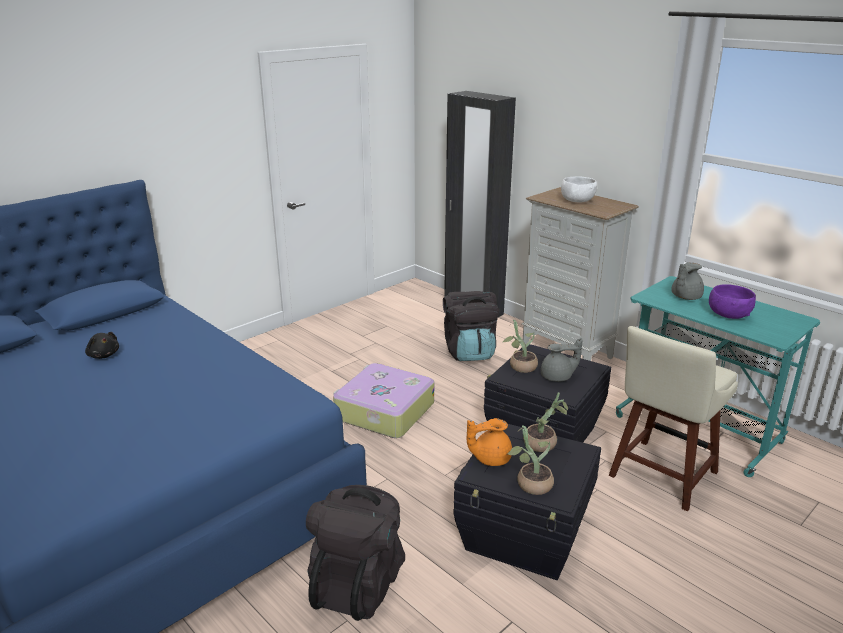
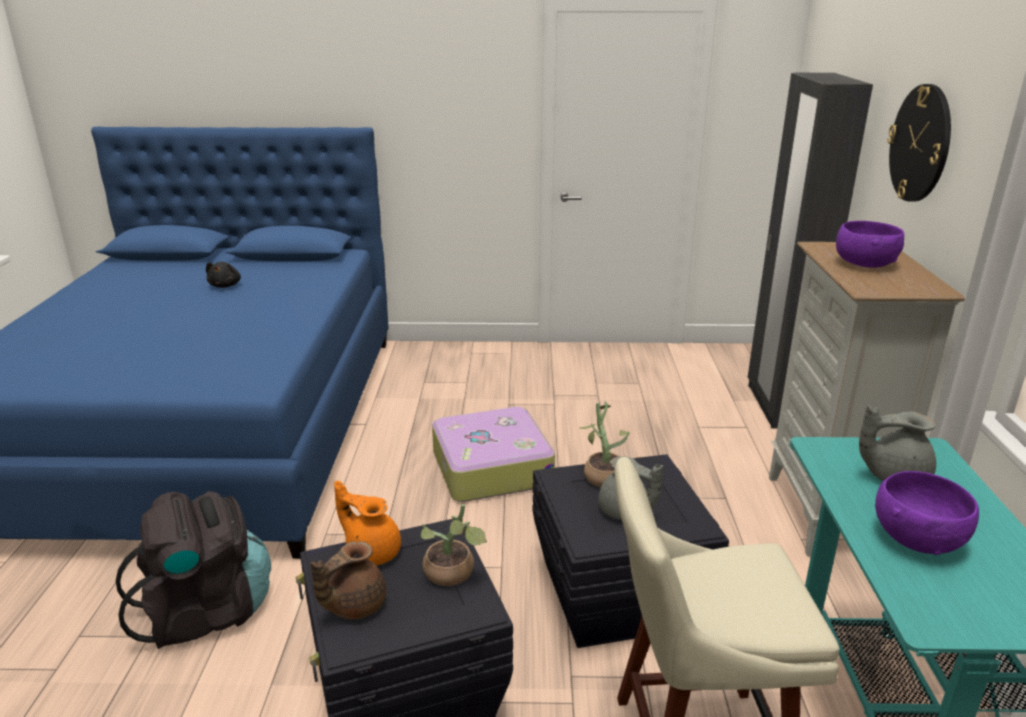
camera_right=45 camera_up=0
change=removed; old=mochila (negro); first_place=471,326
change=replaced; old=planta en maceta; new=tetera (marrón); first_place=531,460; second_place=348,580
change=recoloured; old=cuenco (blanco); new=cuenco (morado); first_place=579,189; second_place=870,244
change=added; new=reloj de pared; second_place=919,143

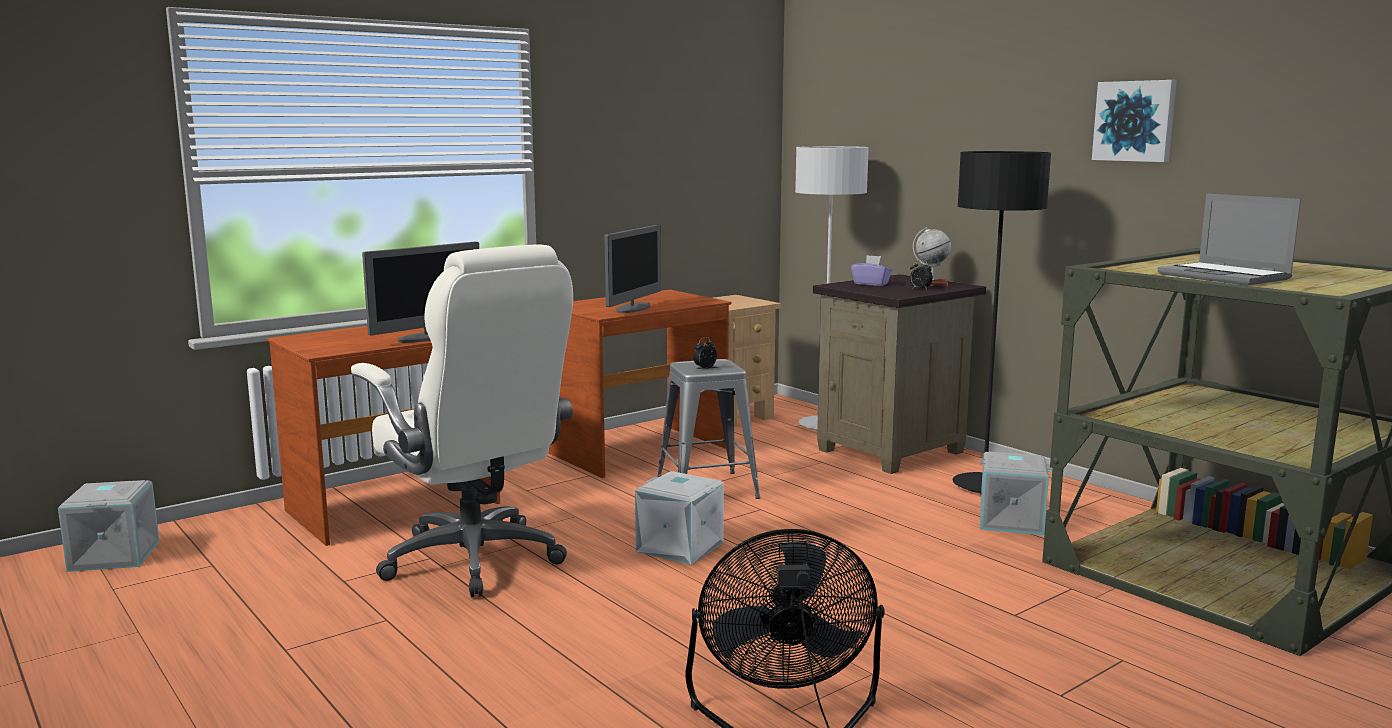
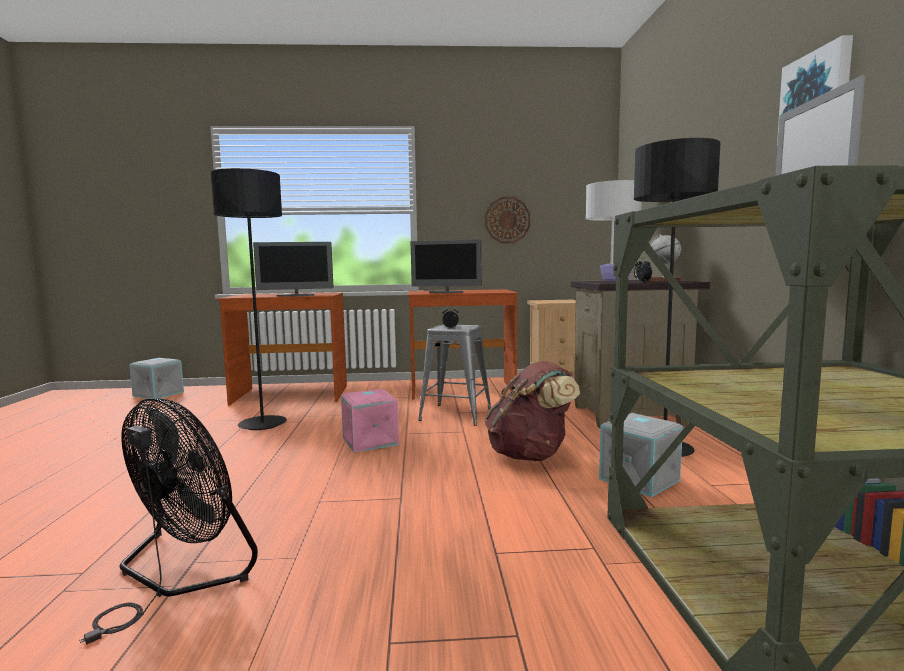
camera_right=35 camera_up=-5
change=replaced; old=silla de oficina (blanco); new=lámpara de pie (negro); first_place=462,420; second_place=249,299
change=turned; old=monitor; first_place=632,269; second_place=446,266; degrees=45
change=recoloured; old=caja de almacenaje (blanco); new=caja de almacenaje (rosa); first_place=679,518; second_place=370,420
change=added; new=reloj de pared; second_place=507,220
change=added; new=mochila (marrón); second_place=532,411

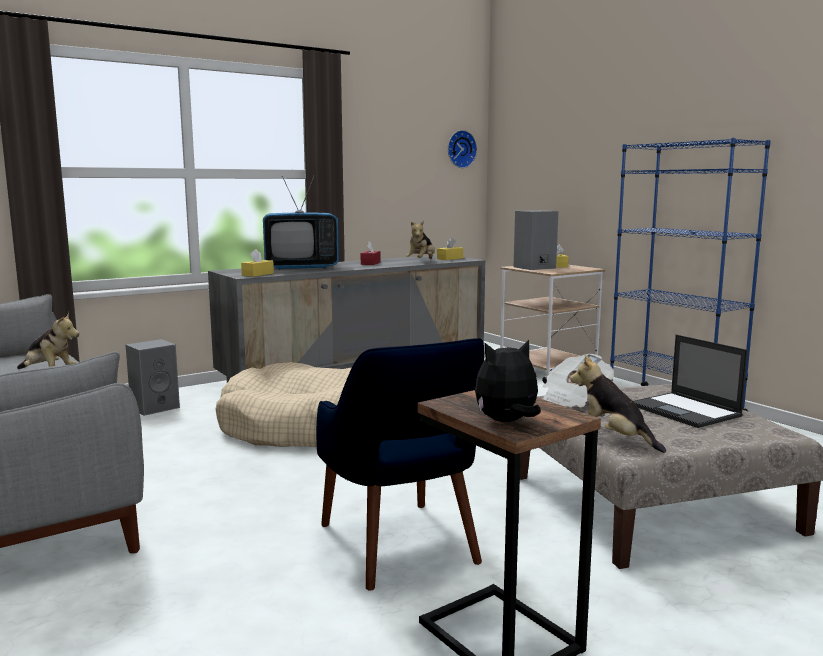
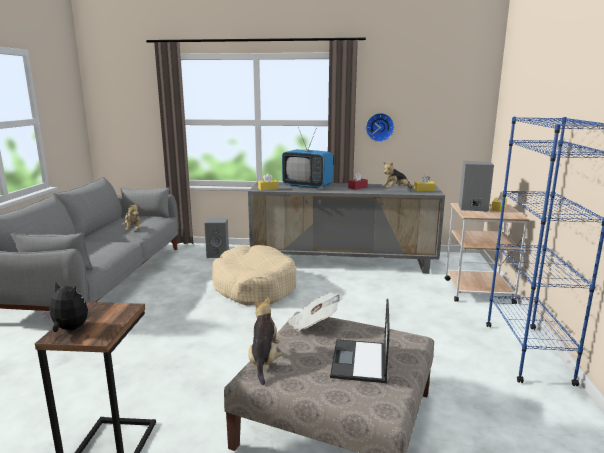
camera_right=40 camera_up=5
change=removed; old=sillón (azul); first_place=400,464
change=moved; old=reloj de pared; first_place=462,149; second_place=380,127

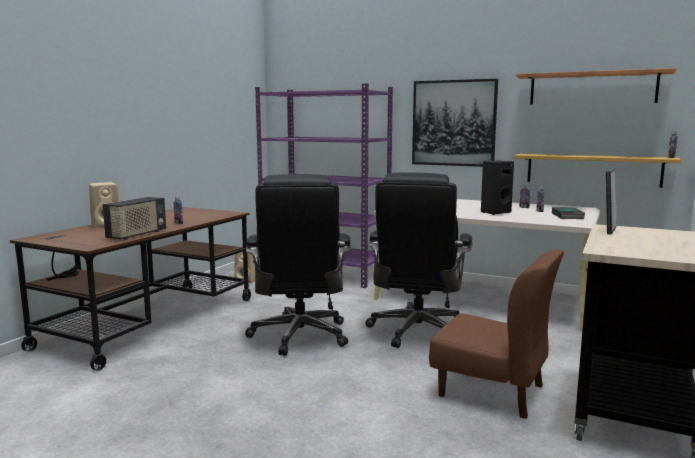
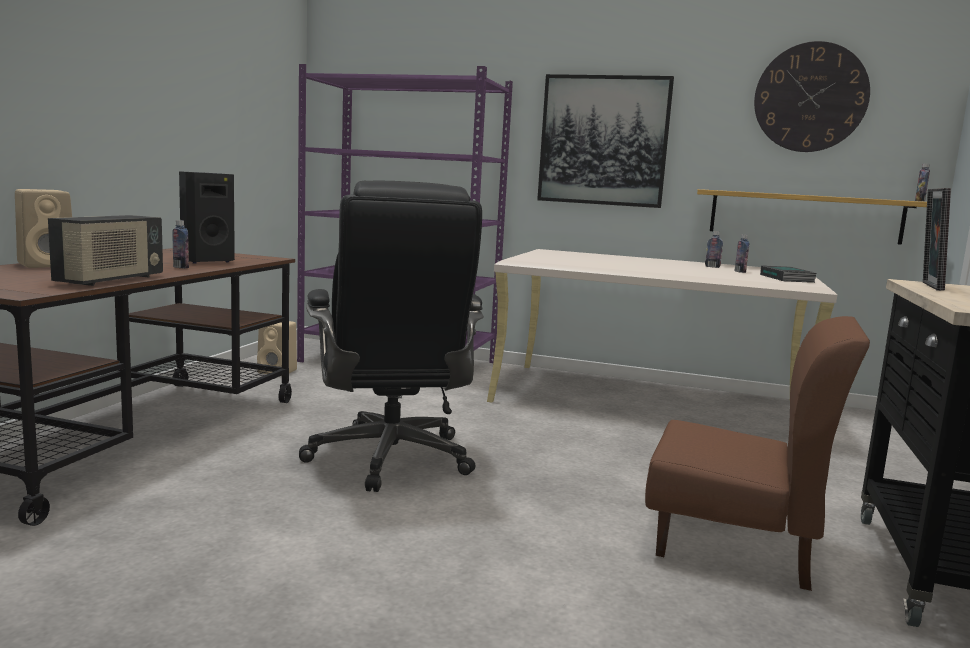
camera_right=-10 camera_up=0
change=removed; old=silla de oficina (negro); first_place=419,260
change=moved; old=altavoz (negro); first_place=497,187; second_place=207,217
change=replaced; old=estante; new=reloj de pared; first_place=596,86; second_place=812,96

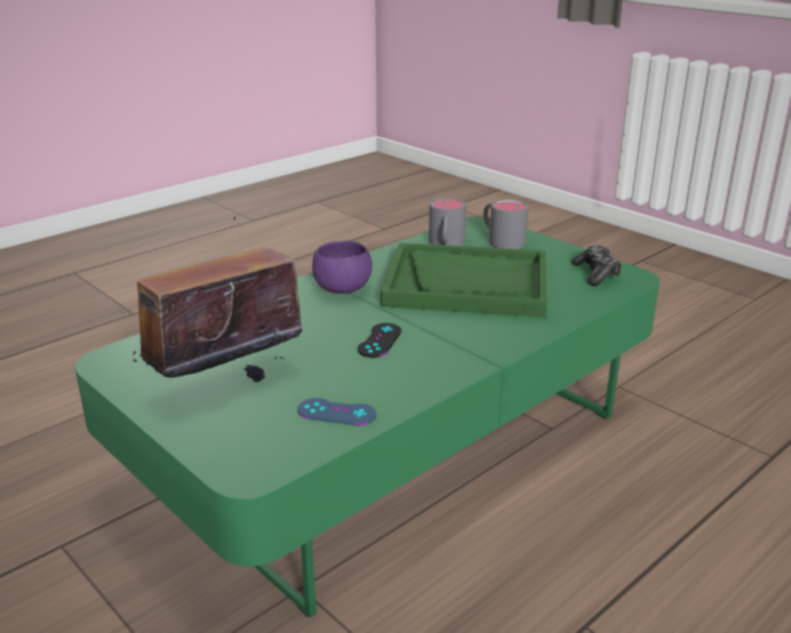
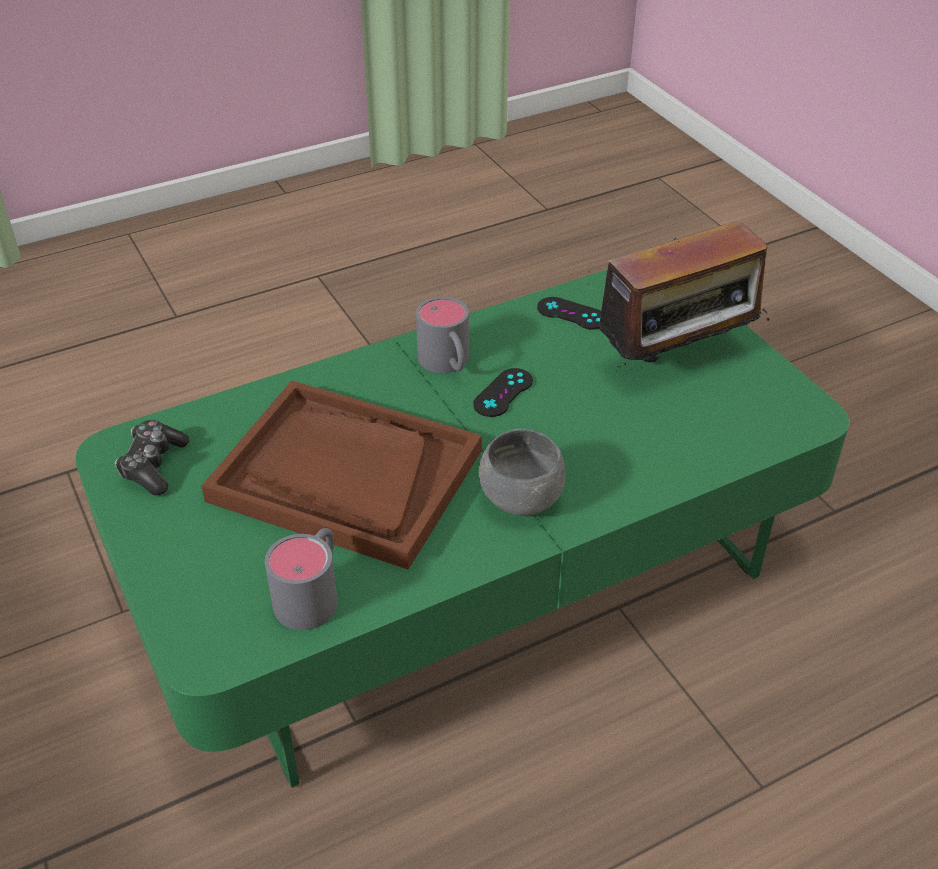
camera_right=-165 camera_up=15
change=recoloured; old=mando de consola (azul); new=mando de consola (negro); first_place=337,412; second_place=569,313
change=recoloured; old=cuenco (morado); new=cuenco (gris); first_place=342,267; second_place=522,472
change=recoloured; old=bandeja (verde); new=bandeja (marrón); first_place=464,280; second_place=341,474
change=moved; old=taza grande (gris); first_place=505,224; second_place=442,335

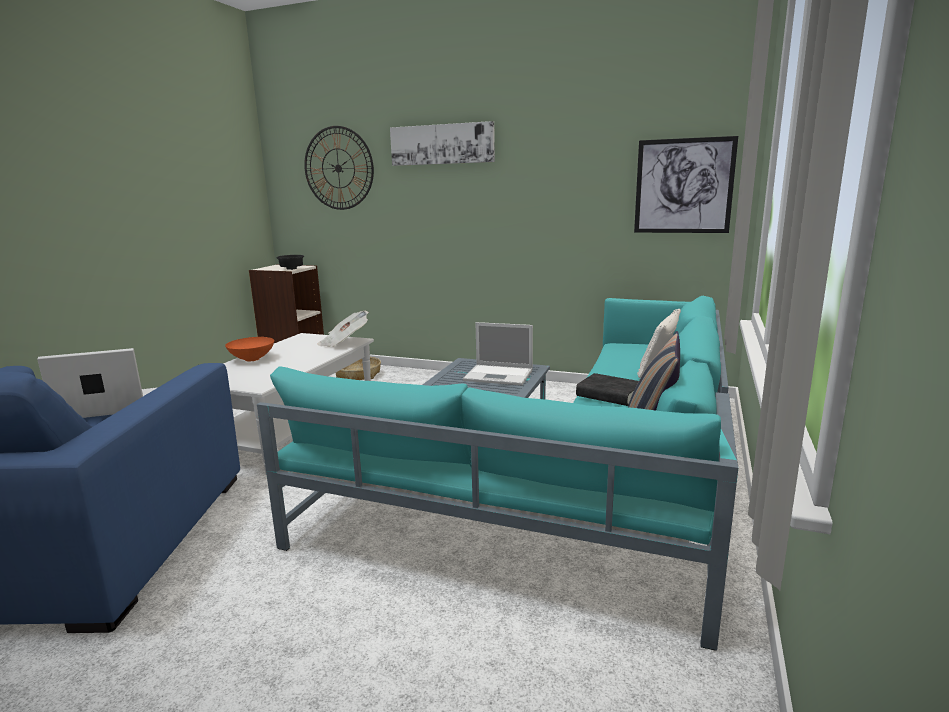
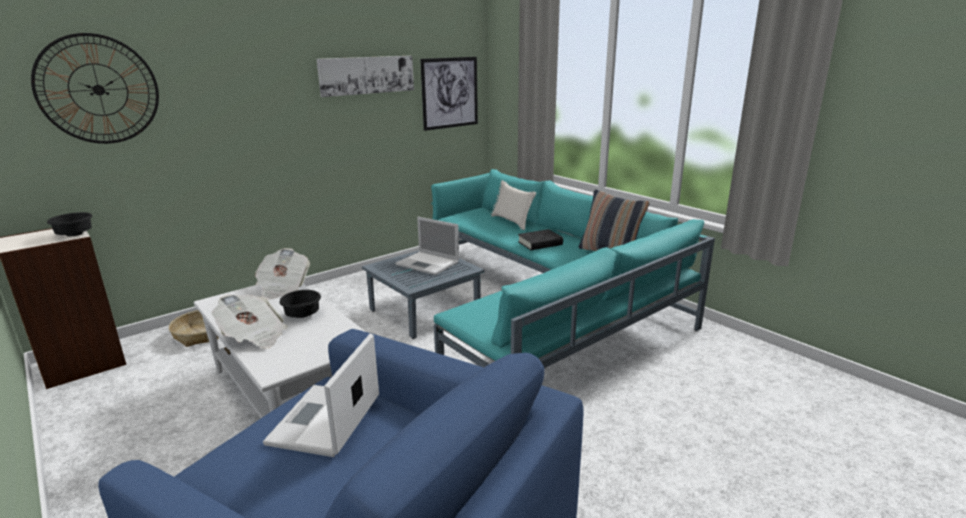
camera_right=-60 camera_up=5
change=replaced; old=cuenco (naranja); new=periódico; first_place=249,349; second_place=250,321
change=moved; old=cuadro; first_place=442,143; second_place=365,76
change=turned; old=portátil; first_place=498,354; second_place=427,246; degrees=75
change=added; new=cuenco (negro); second_place=300,304

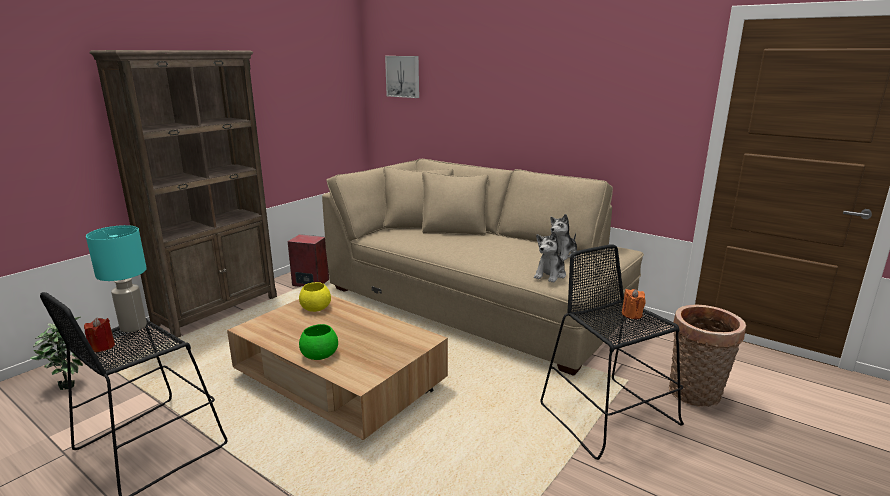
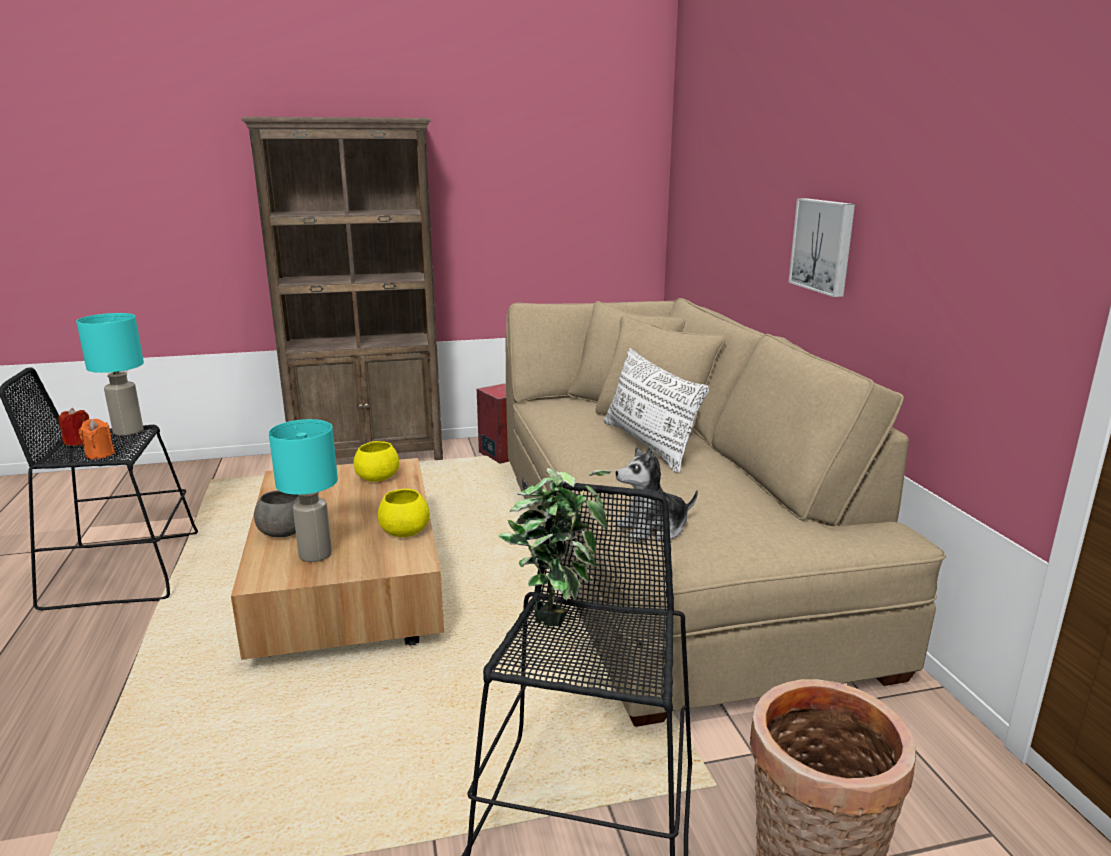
camera_right=40 camera_up=0
change=moved; old=planta en maceta; first_place=56,353; second_place=554,547
change=recoloured; old=cuenco (verde); new=cuenco (gris); first_place=318,342; second_place=276,514
change=moved; old=cuadro; first_place=402,77; second_place=821,247
change=removed; old=peluche; first_place=563,237
change=moved; old=vela (naranja); first_place=634,304; second_place=97,439
change=added; new=lámpara de mesa (turquesa); second_place=303,490
change=added; new=cuenco (amarillo); second_place=404,513
change=added; new=cojín (blanco); second_place=657,410

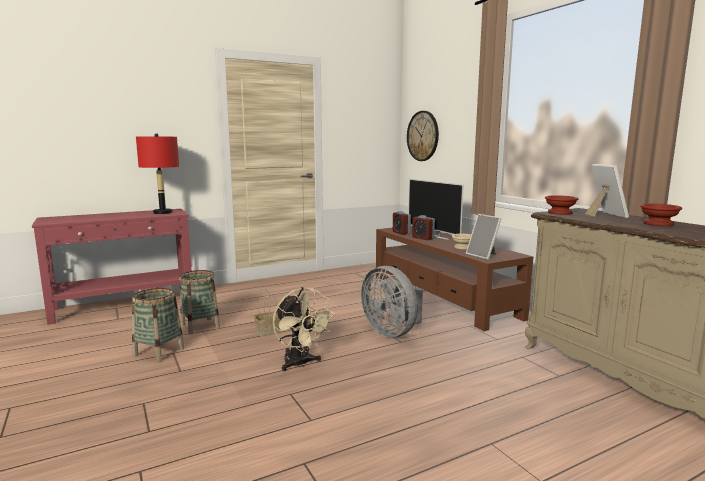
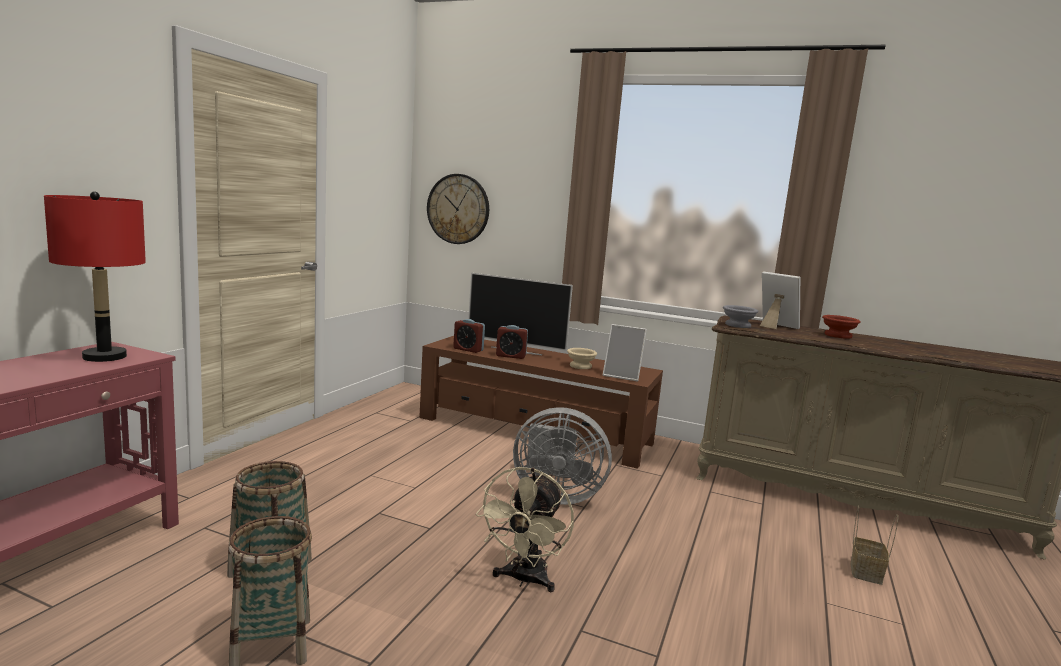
camera_right=-40 camera_up=0
change=moved; old=cesta; first_place=267,312; second_place=874,545
change=turned; old=ventilador (beis); first_place=304,329; second_place=525,529; degrees=90
change=recoloured; old=cuenco (marrón); new=cuenco (gris); first_place=561,205; second_place=740,316

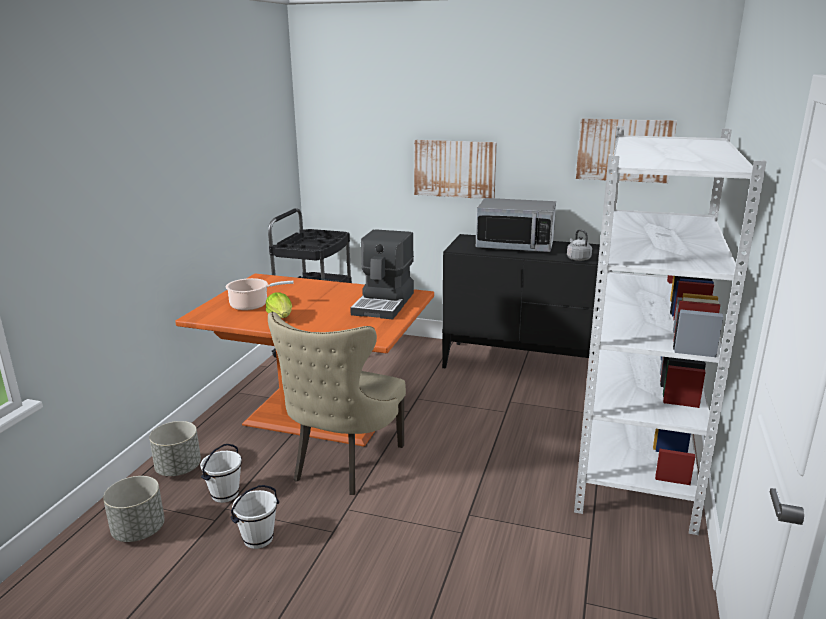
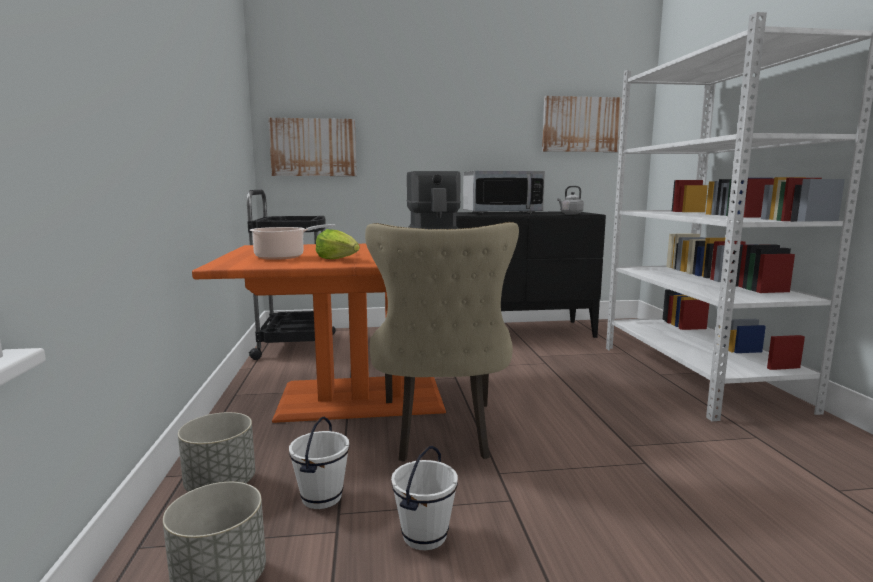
camera_right=-25 camera_up=-10
change=moved; old=cuadro; first_place=455,169; second_place=312,147

